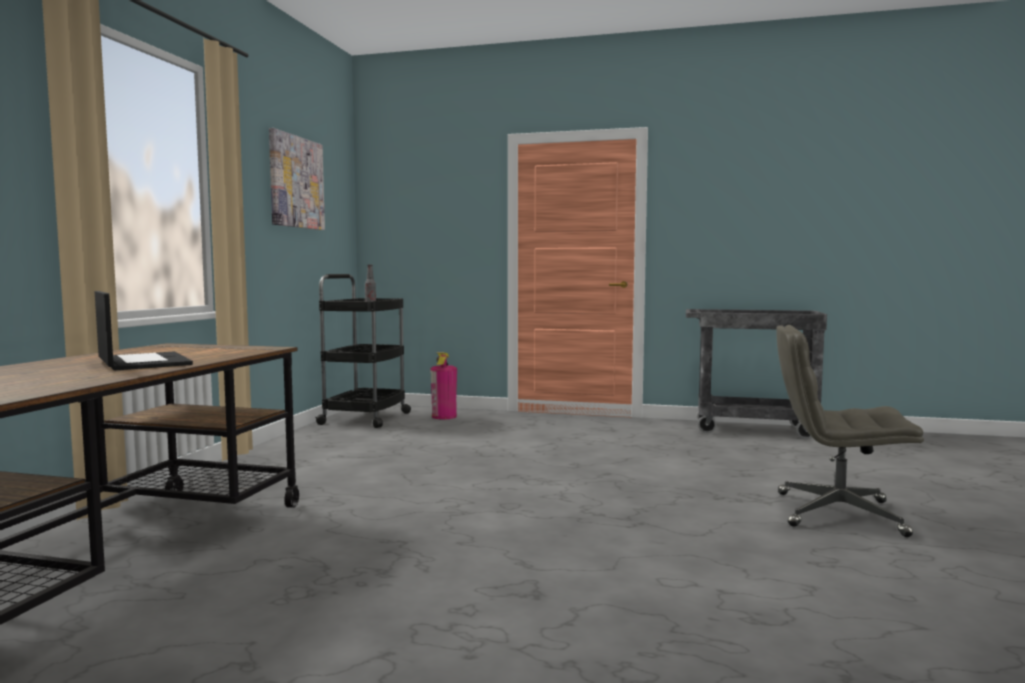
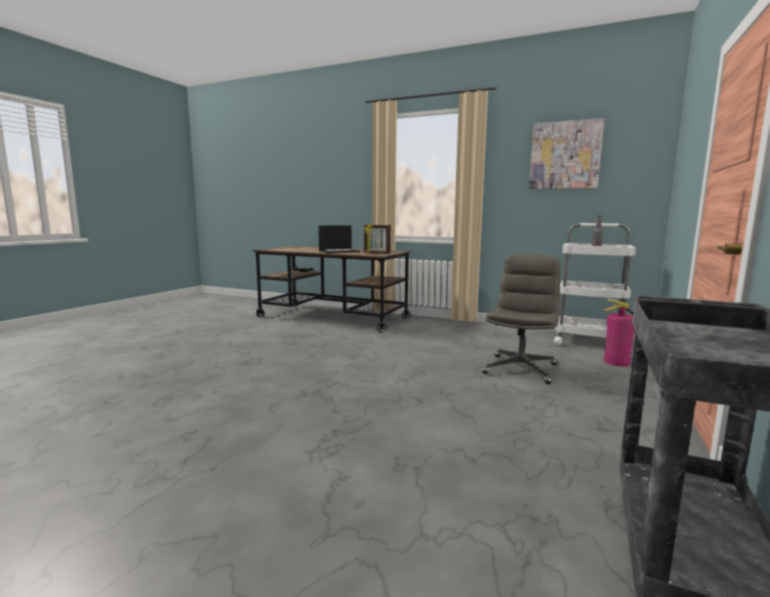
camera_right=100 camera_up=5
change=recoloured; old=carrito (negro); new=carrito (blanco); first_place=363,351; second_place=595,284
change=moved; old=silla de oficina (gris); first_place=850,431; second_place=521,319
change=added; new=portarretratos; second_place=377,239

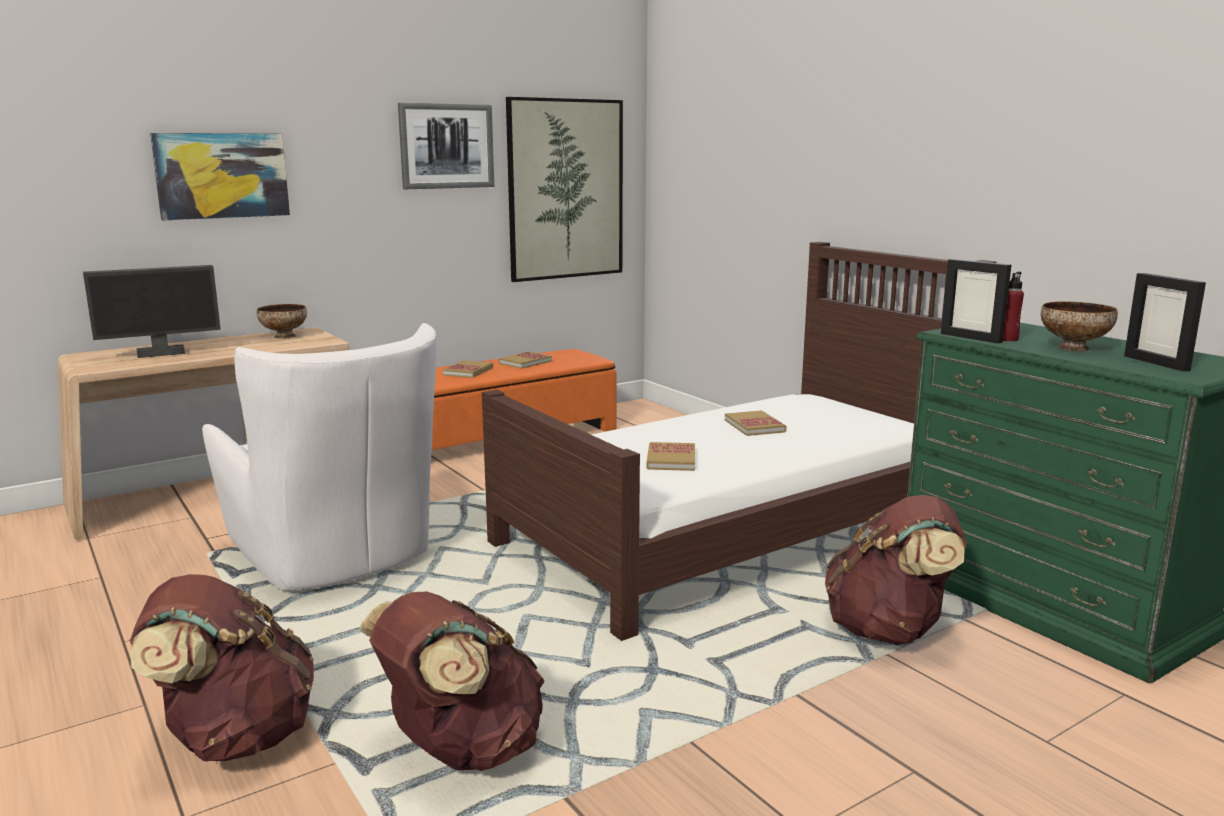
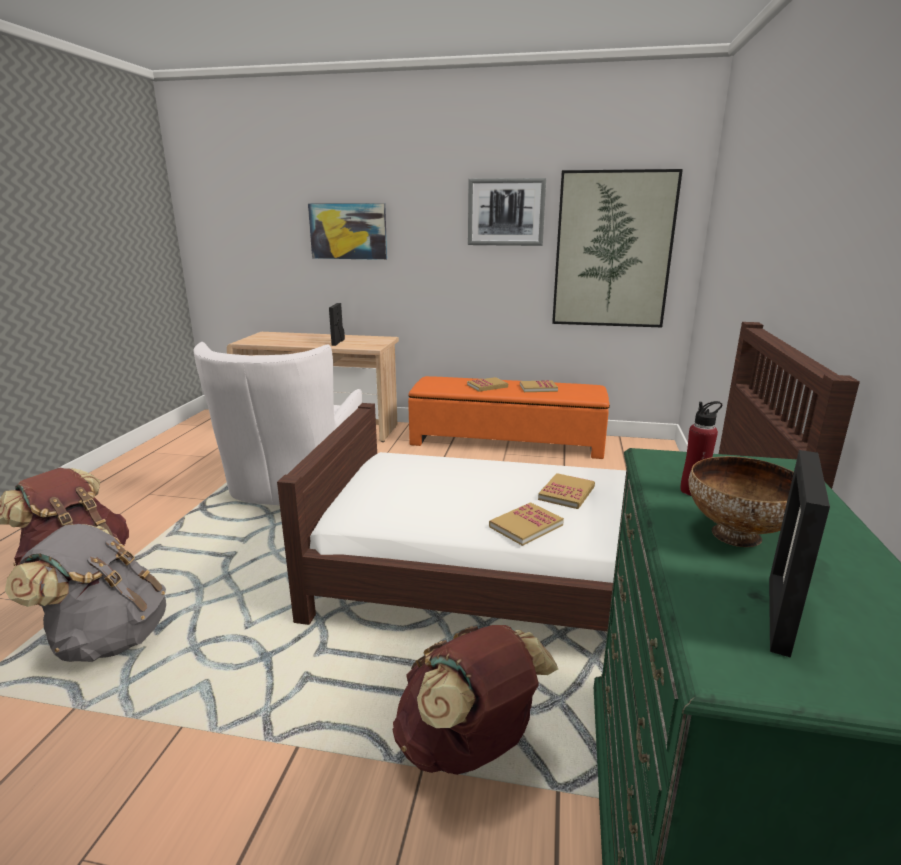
camera_right=45 camera_up=5
change=removed; old=monitor; first_place=152,311
change=removed; old=cuenco; first_place=282,321
change=recoloured; old=mochila (marrón); new=mochila (gris); first_place=452,681; second_place=85,593
change=moved; old=libro; first_place=670,456; second_place=526,524
change=moved; old=portarretratos; first_place=976,301; second_place=337,324

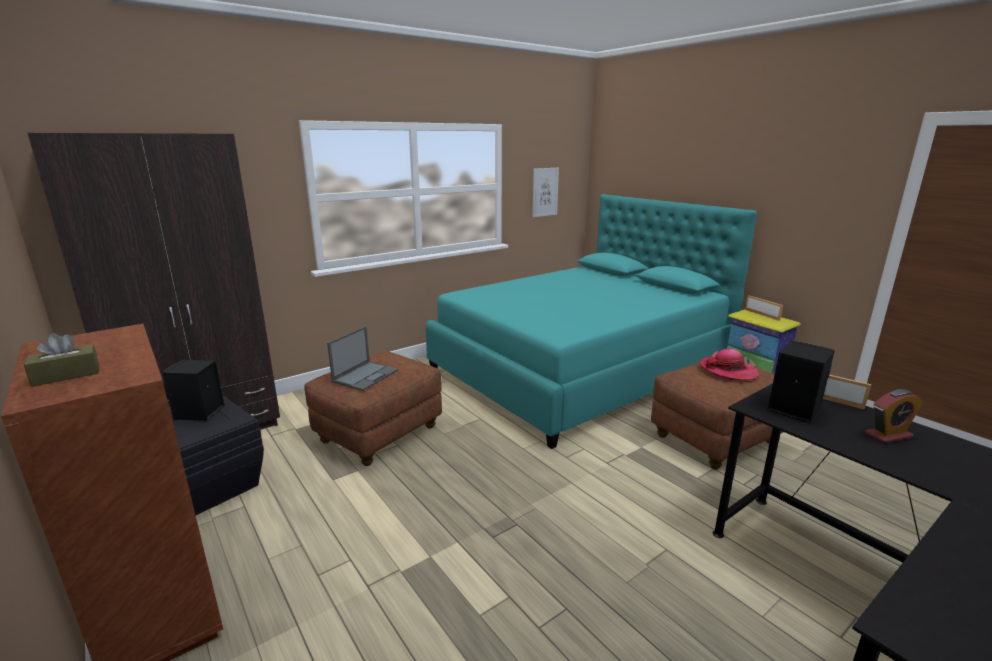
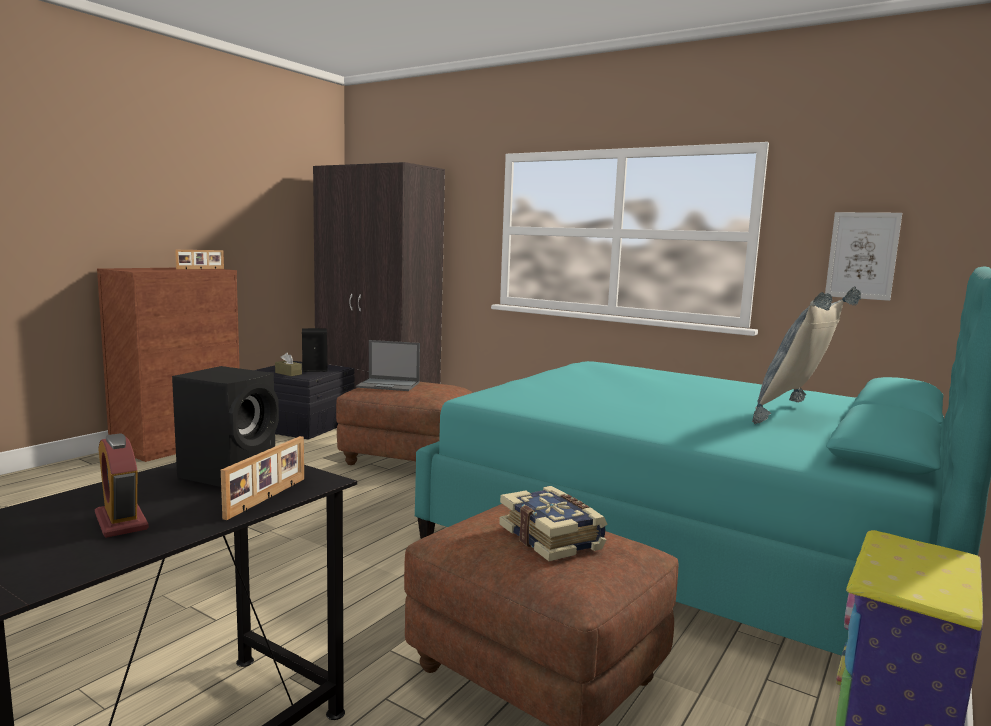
camera_right=70 camera_up=-10
change=moved; old=caja de pañuelos (marrón); first_place=61,360; second_place=288,364
change=replaced; old=sombrero; new=libro; first_place=729,364; second_place=553,523
change=moved; old=portarretratos; first_place=764,308; second_place=199,259
change=added; new=cojín; second_place=806,355

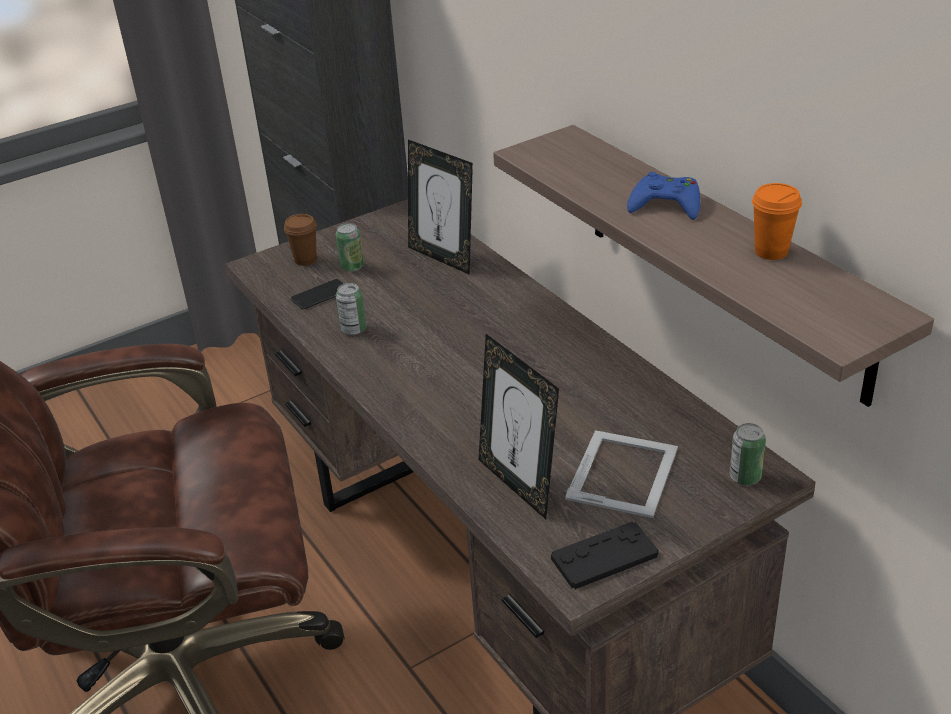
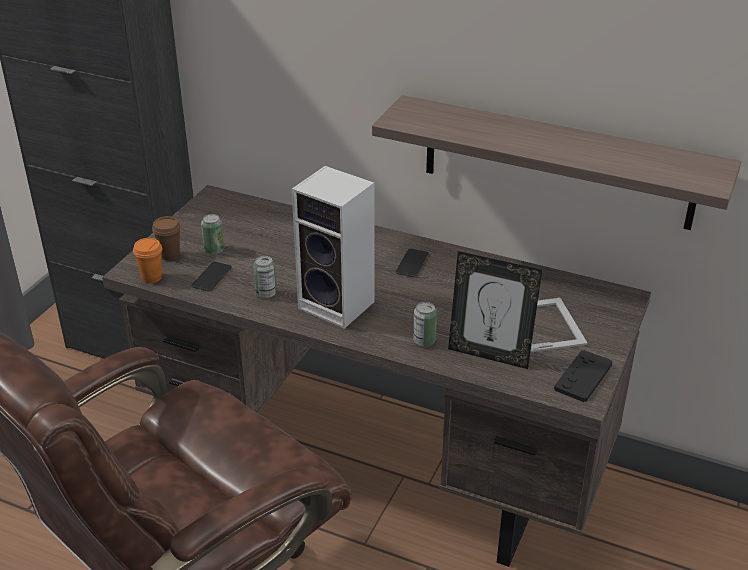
camera_right=-35 camera_up=0
change=removed; old=portarretratos; first_place=440,207
change=removed; old=mando de consola (azul); first_place=663,196
change=moved; old=lata; first_place=748,454; second_place=425,324
change=moved; old=taza (naranja); first_place=777,221; second_place=147,260
change=added; new=altavoz; second_place=333,247
change=added; new=móvil; second_place=412,263

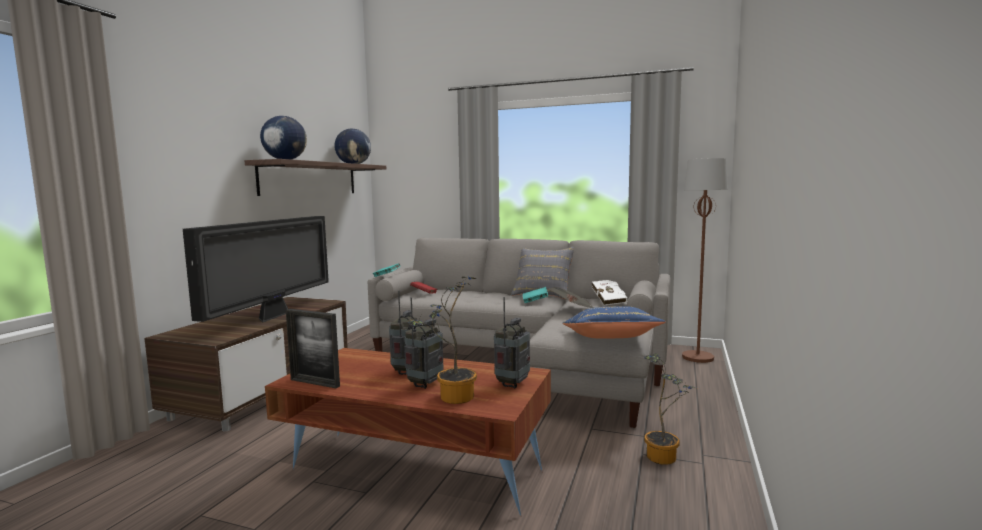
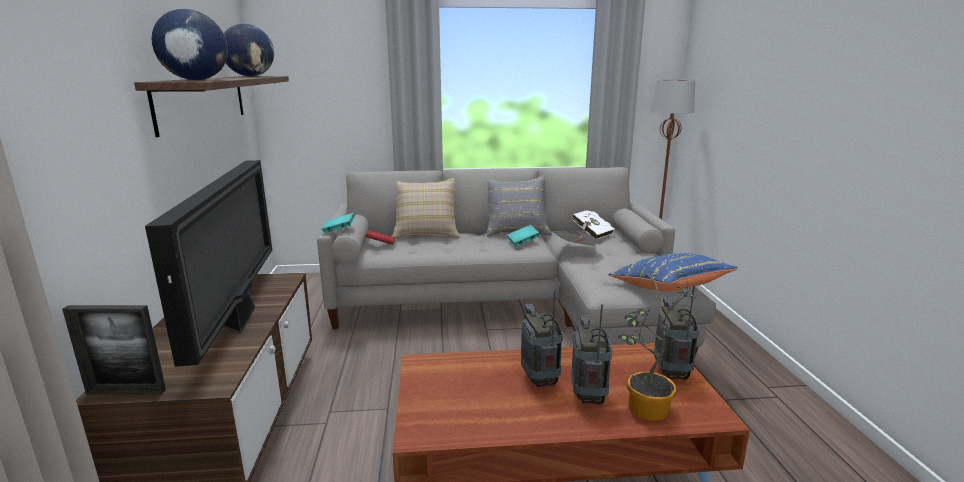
camera_right=-25 camera_up=10
change=moved; old=portarretratos; first_place=313,348; second_place=114,350
change=removed; old=planta en maceta; first_place=670,409
change=added; new=cojín (beis); second_place=426,208

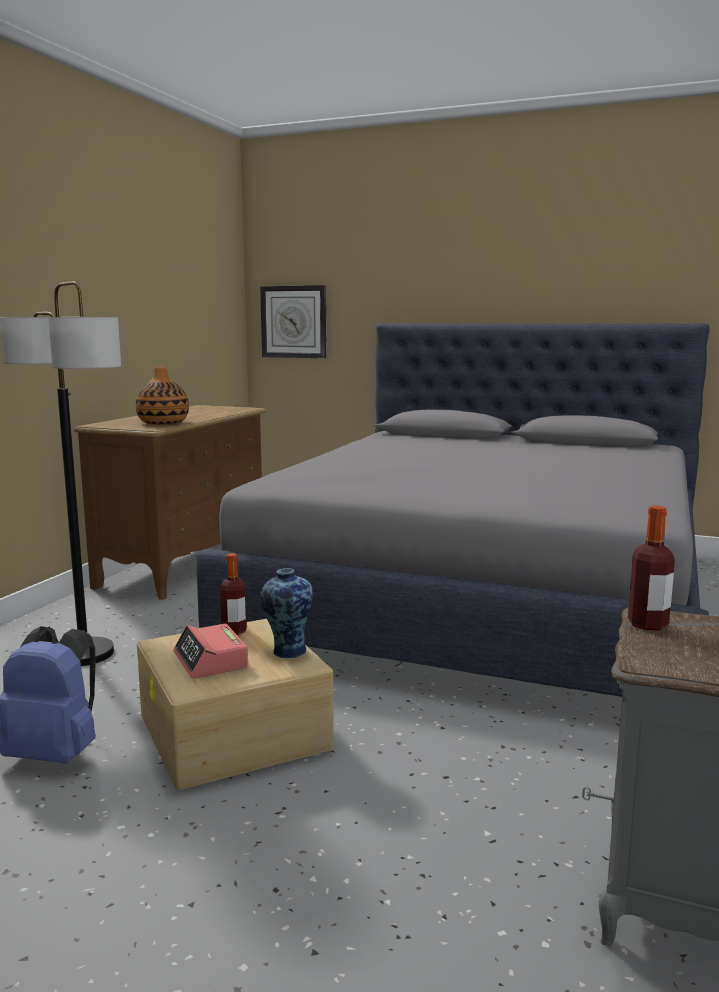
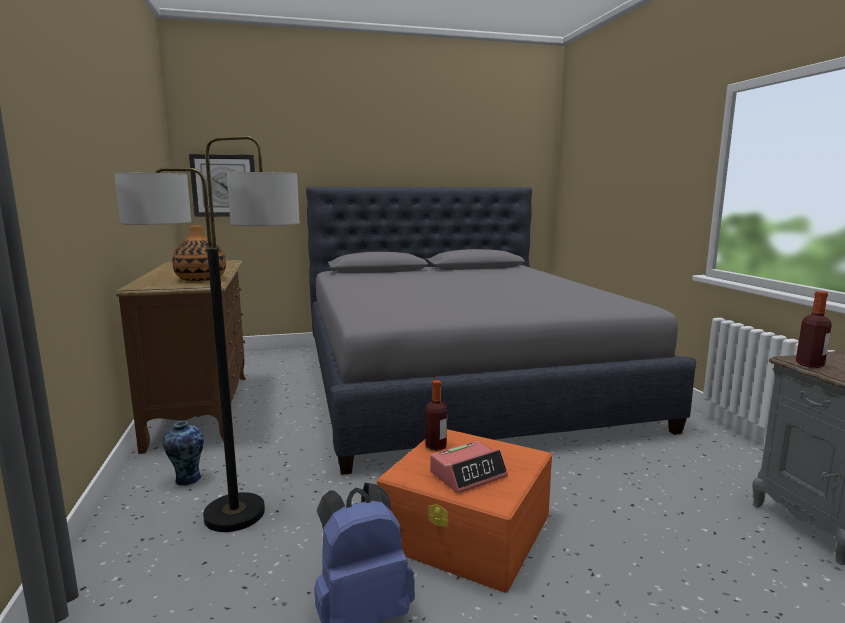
camera_right=-35 camera_up=0
change=recoloured; old=caja de almacenaje (beis); new=caja de almacenaje (naranja); first_place=236,704; second_place=464,511
change=turned; old=despertador; first_place=211,651; second_place=469,467; degrees=-60
change=moved; old=florero; first_place=286,613; second_place=183,453

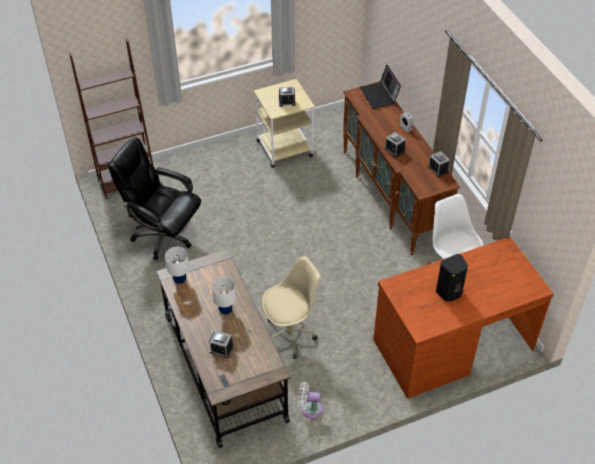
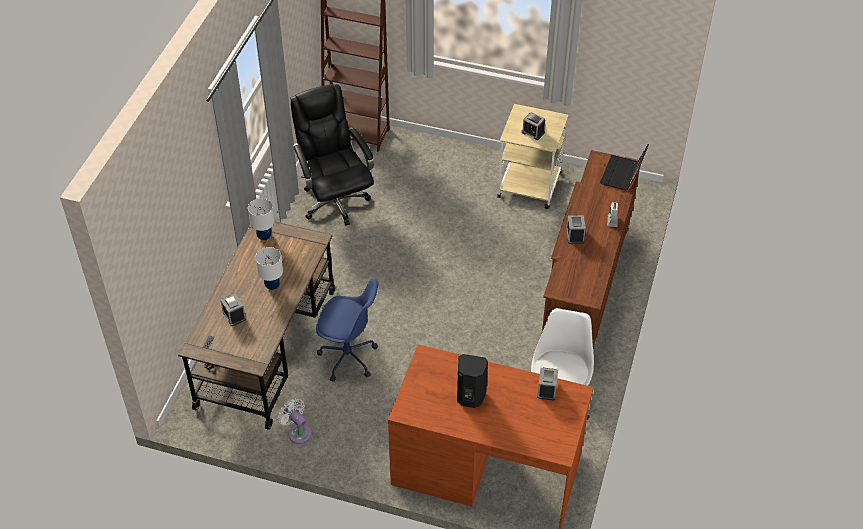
camera_right=40 camera_up=0
change=recoloured; old=silla de oficina (beis); new=silla de oficina (azul); first_place=291,307; second_place=347,330
change=moved; old=despertador; first_place=439,164; second_place=547,384

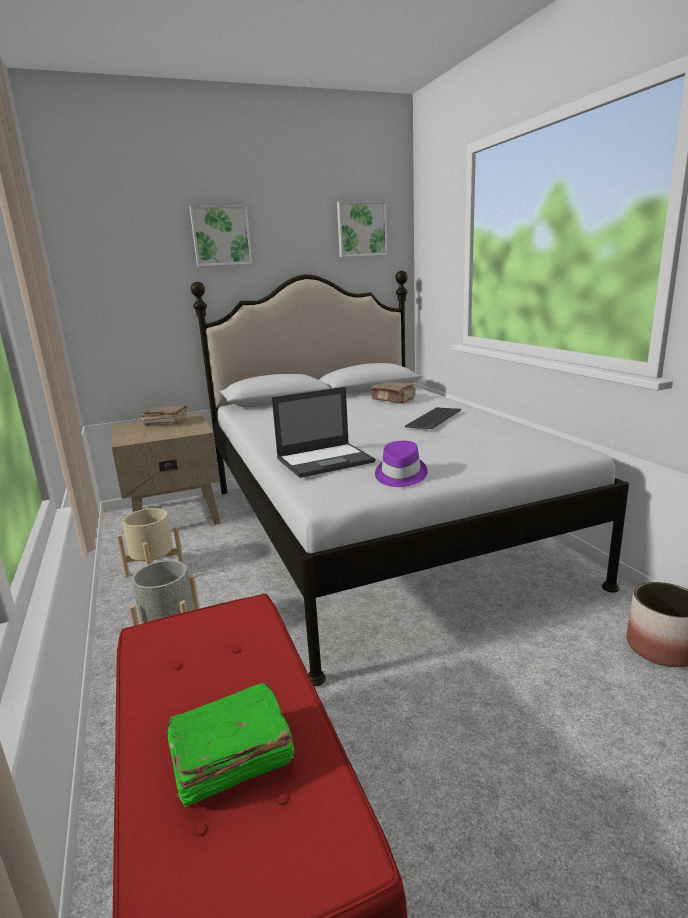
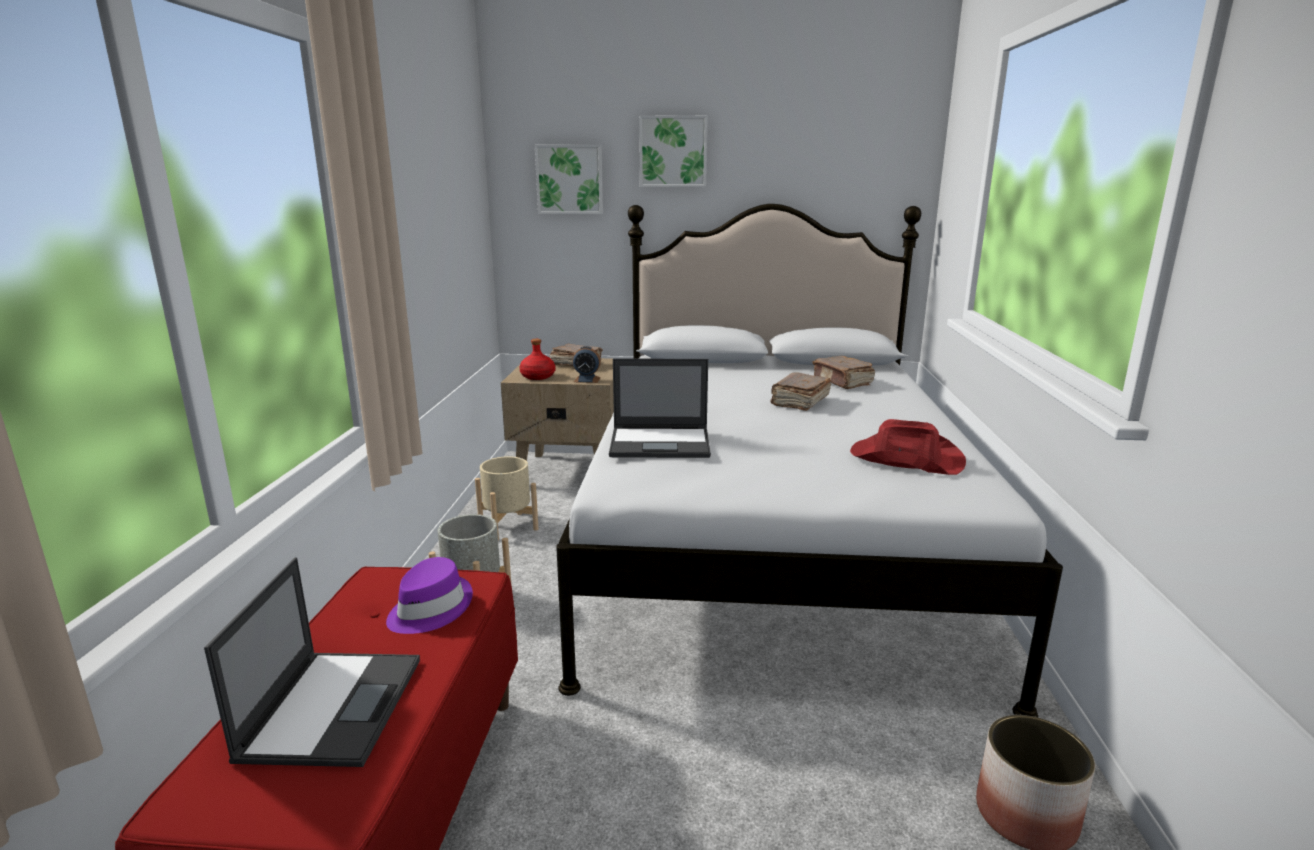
camera_right=25 camera_up=0
change=replaced; old=libro (verde); new=portátil; first_place=230,744; second_place=312,662
change=moved; old=cuadro; first_place=362,229; second_place=569,179
change=moved; old=sombrero (morado); first_place=401,464; second_place=429,595
change=removed; old=teclado; first_place=433,418
change=added; new=botella (rojo); second_place=537,359
change=added; new=despertador; second_place=586,364
change=added; new=libro (marrón); second_place=800,392
change=added; new=sombrero (rojo); second_place=908,447

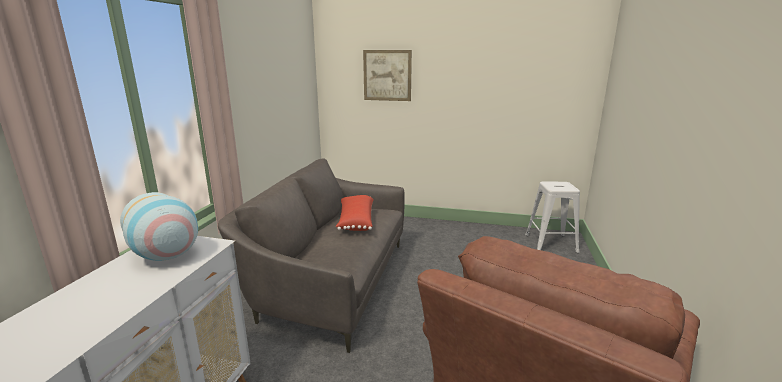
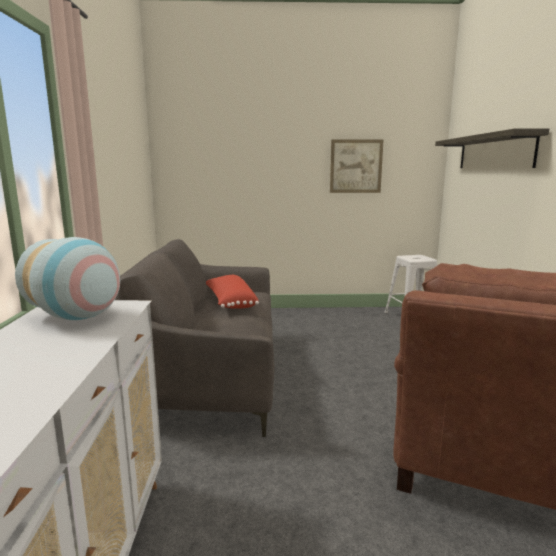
camera_right=-15 camera_up=-5
change=moved; old=cuadro; first_place=387,75; second_place=357,166
change=added; new=estante; second_place=492,148

